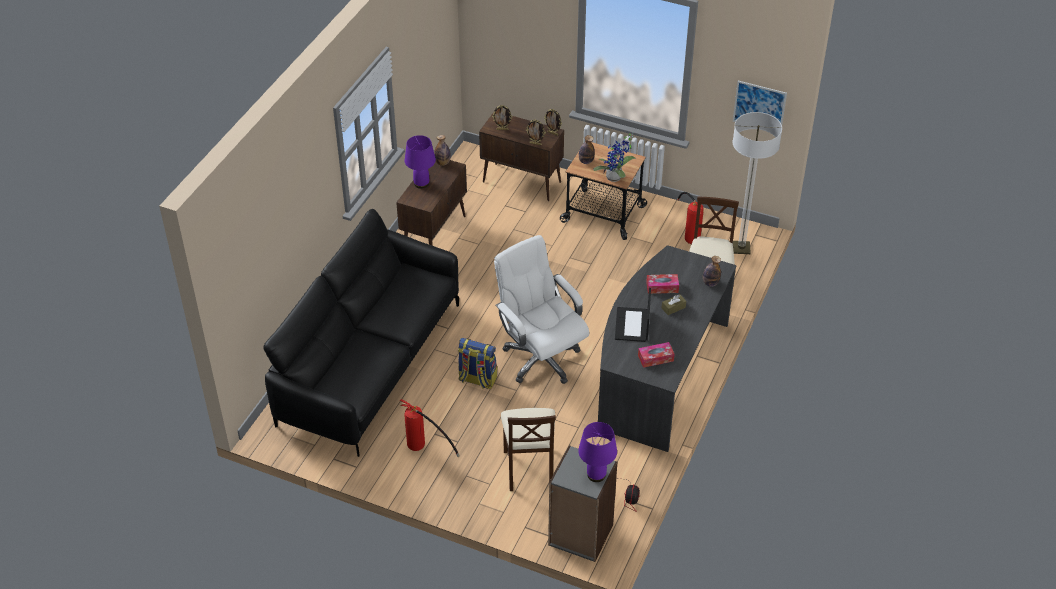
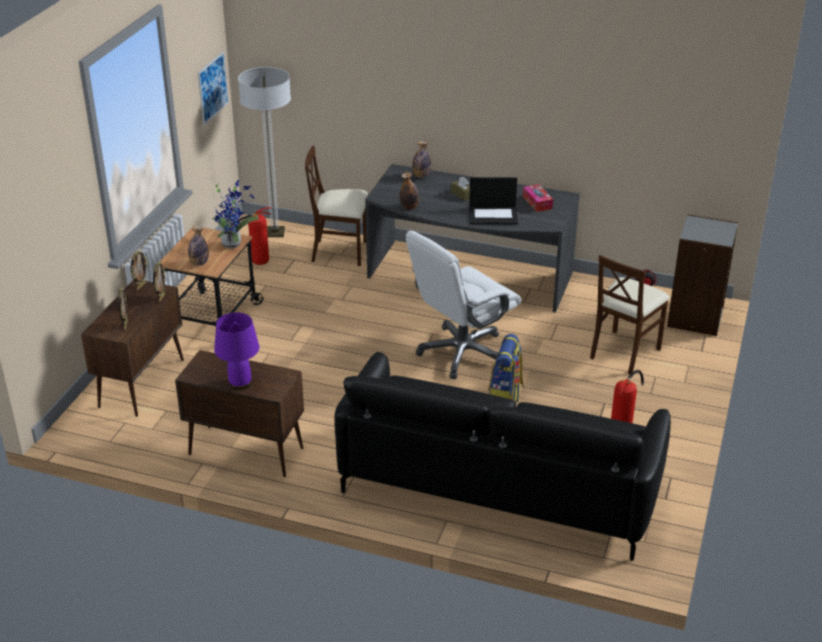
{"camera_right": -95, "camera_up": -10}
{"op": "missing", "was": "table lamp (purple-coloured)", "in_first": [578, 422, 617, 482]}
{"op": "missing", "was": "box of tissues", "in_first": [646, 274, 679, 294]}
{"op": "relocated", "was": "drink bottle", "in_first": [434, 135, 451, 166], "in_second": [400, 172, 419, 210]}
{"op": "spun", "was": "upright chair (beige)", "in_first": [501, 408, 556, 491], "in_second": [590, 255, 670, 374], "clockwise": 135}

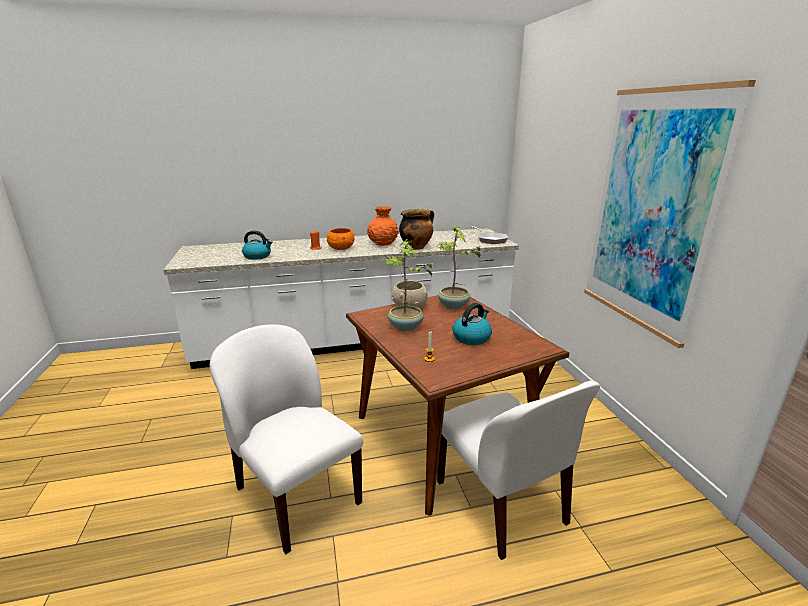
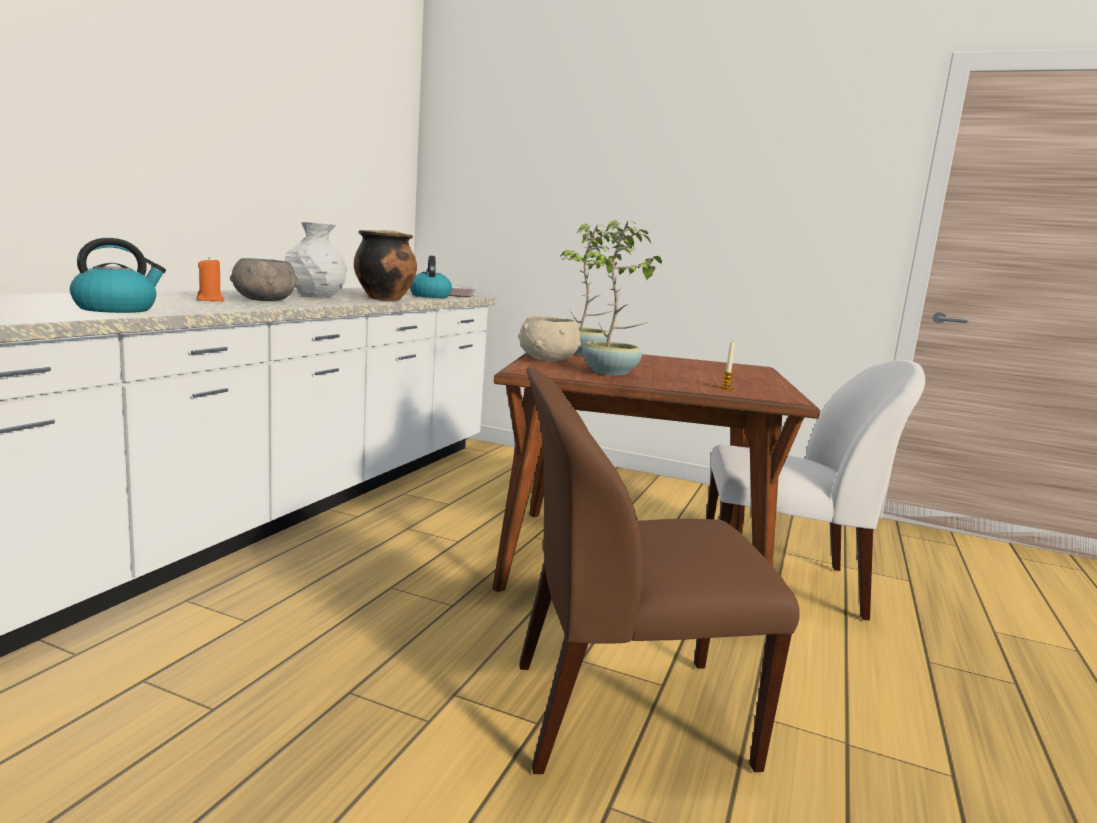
{"camera_right": -55, "camera_up": -10}
{"op": "missing", "was": "wall art", "in_first": [584, 80, 756, 348]}
{"op": "relocated", "was": "kettle", "in_first": [453, 303, 492, 345], "in_second": [410, 256, 452, 298]}
{"op": "colour", "was": "upright chair (whitish)", "now": "upright chair (brown-coloured)", "in_first": [210, 325, 363, 554], "in_second": [519, 368, 800, 774]}
{"op": "colour", "was": "bowl (orange)", "now": "bowl (gray)", "in_first": [327, 228, 354, 250], "in_second": [230, 258, 298, 301]}
{"op": "colour", "was": "flower vase (orange)", "now": "flower vase (whitish)", "in_first": [367, 206, 399, 246], "in_second": [284, 222, 347, 298]}

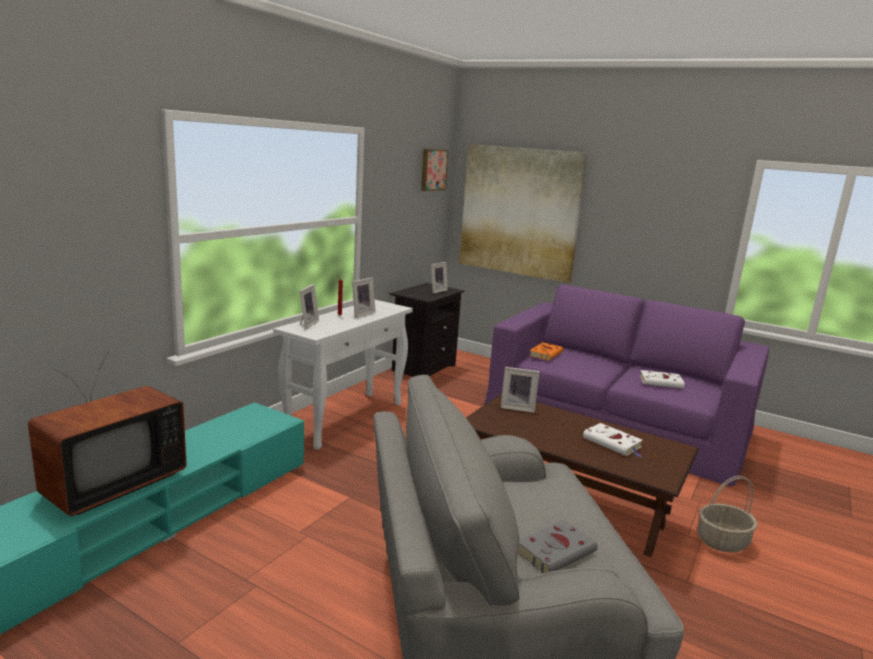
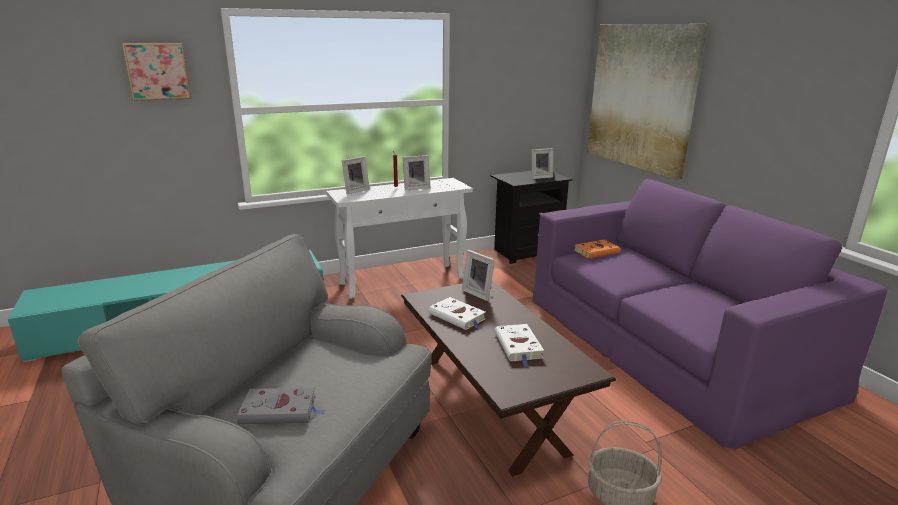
{"camera_right": 35, "camera_up": 5}
{"op": "missing", "was": "TV", "in_first": [28, 351, 187, 516]}
{"op": "relocated", "was": "wall art", "in_first": [421, 149, 449, 191], "in_second": [122, 43, 191, 101]}
{"op": "relocated", "was": "book (whitish)", "in_first": [640, 370, 689, 388], "in_second": [429, 297, 486, 330]}

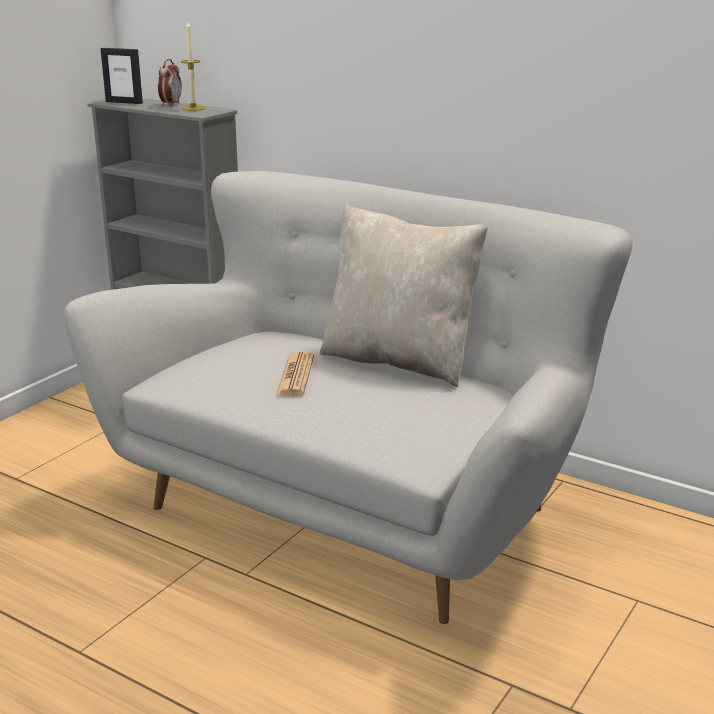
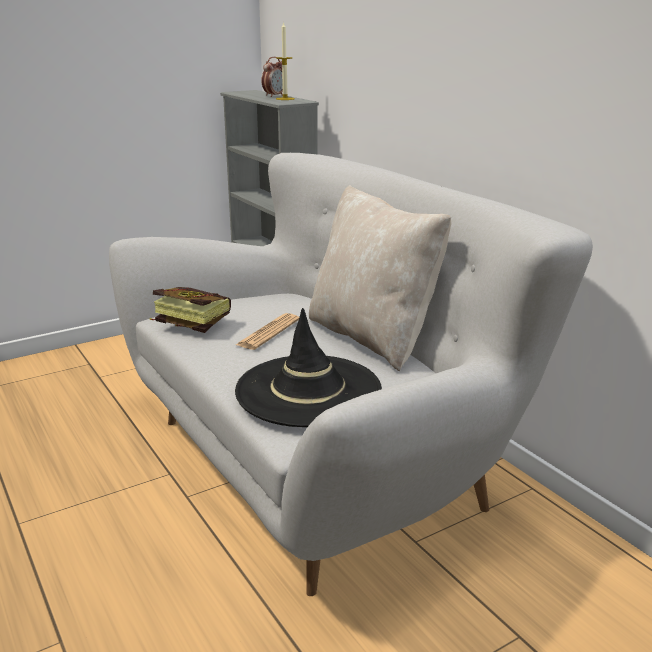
{"camera_right": 25, "camera_up": 0}
{"op": "missing", "was": "picture frame", "in_first": [100, 48, 143, 104]}
{"op": "appeared", "now": "book", "in_second": [150, 287, 231, 333]}
{"op": "appeared", "now": "hat (black-coloured)", "in_second": [235, 308, 382, 427]}

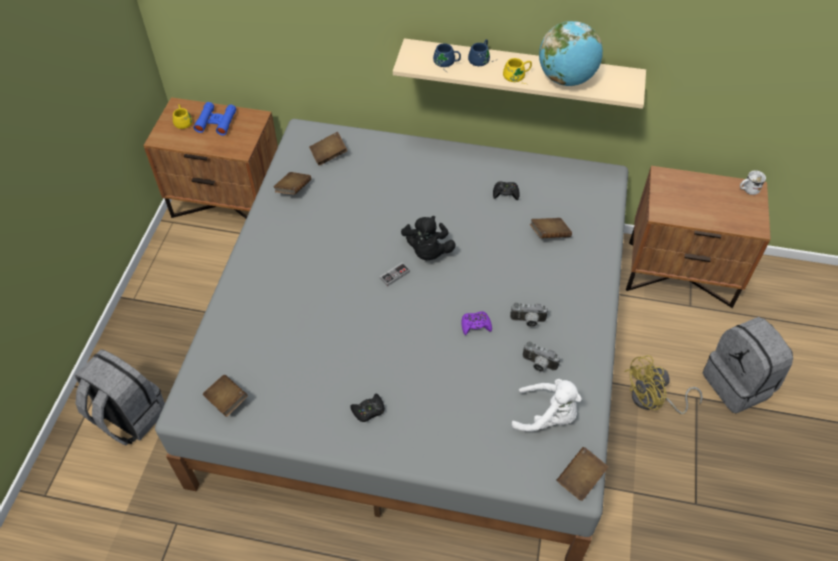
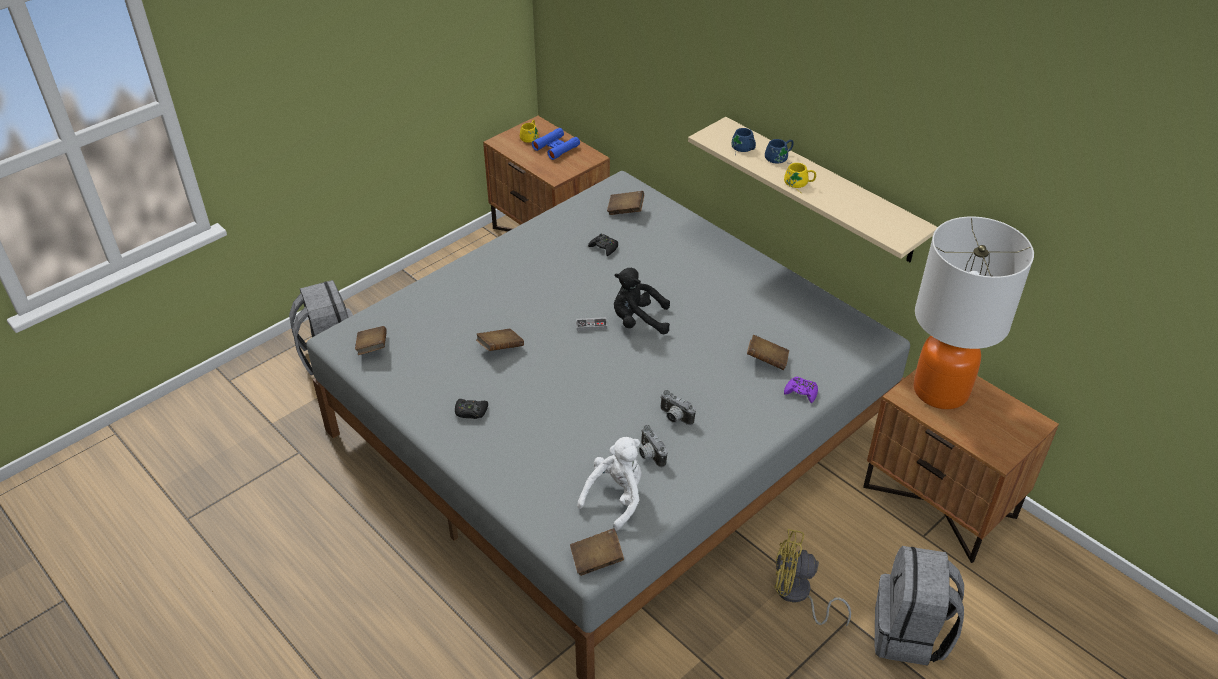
{"camera_right": 35, "camera_up": -10}
{"op": "missing", "was": "desk globe", "in_first": [539, 21, 603, 86]}
{"op": "missing", "was": "mug (whitish)", "in_first": [740, 170, 766, 195]}
{"op": "appeared", "now": "table lamp", "in_second": [914, 217, 1034, 409]}
{"op": "relocated", "was": "book (brown-coloured)", "in_first": [273, 172, 312, 195], "in_second": [476, 329, 524, 351]}
{"op": "relocated", "was": "game controller (purple-coloured)", "in_first": [461, 311, 492, 335], "in_second": [784, 376, 818, 403]}
{"op": "relocated", "was": "game controller (black-coloured)", "in_first": [493, 181, 520, 200], "in_second": [588, 234, 618, 256]}
{"op": "spun", "was": "soft toy (black-coloured)", "in_first": [401, 216, 456, 260], "in_second": [614, 268, 670, 334], "clockwise": 60}
{"op": "spun", "was": "soft toy (whitish)", "in_first": [511, 379, 582, 432], "in_second": [577, 437, 642, 531], "clockwise": -105}

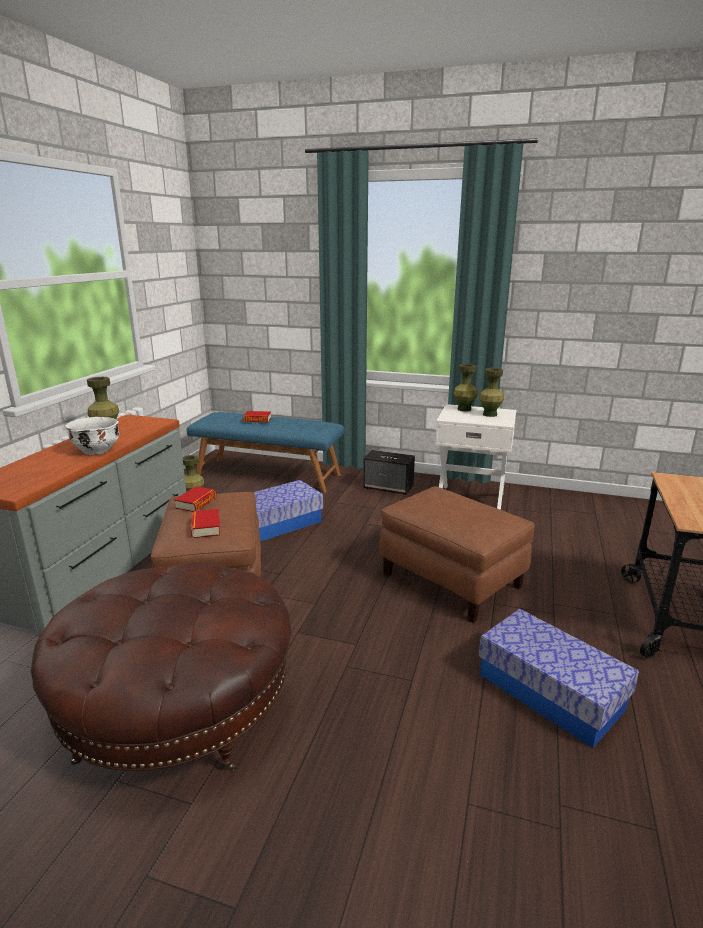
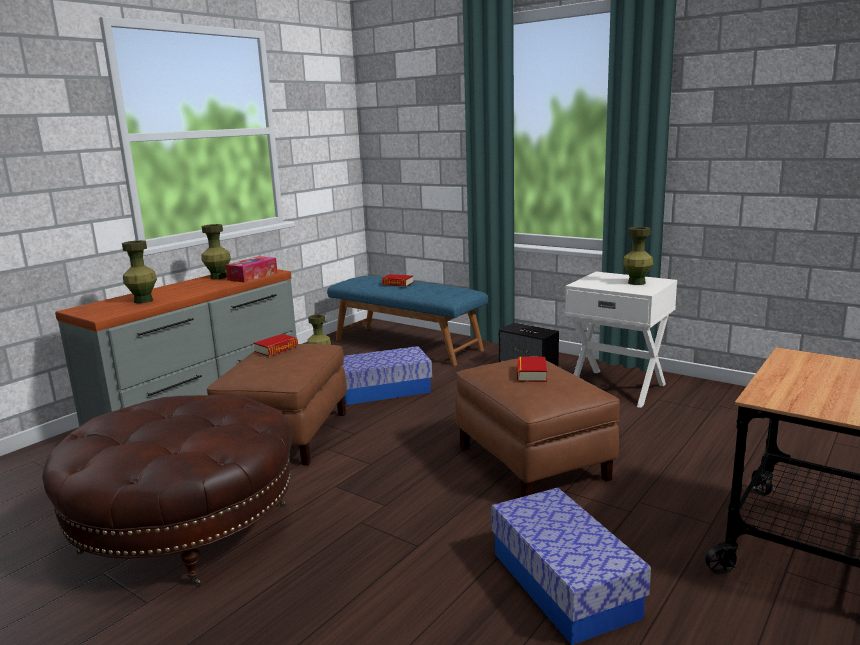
{"camera_right": 20, "camera_up": -5}
{"op": "missing", "was": "bowl (whitish)", "in_first": [66, 417, 119, 455]}
{"op": "appeared", "now": "box of tissues", "in_second": [225, 256, 278, 283]}
{"op": "relocated", "was": "book", "in_first": [191, 509, 220, 538], "in_second": [517, 357, 547, 382]}
{"op": "relocated", "was": "flower vase (green)", "in_first": [453, 364, 478, 411], "in_second": [122, 240, 157, 303]}

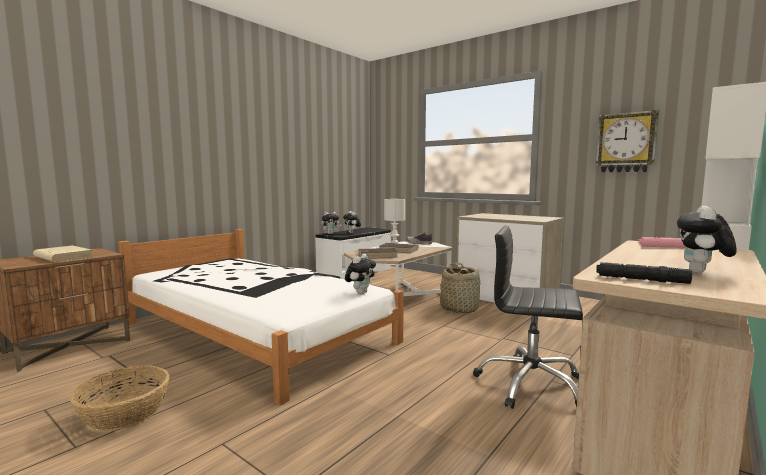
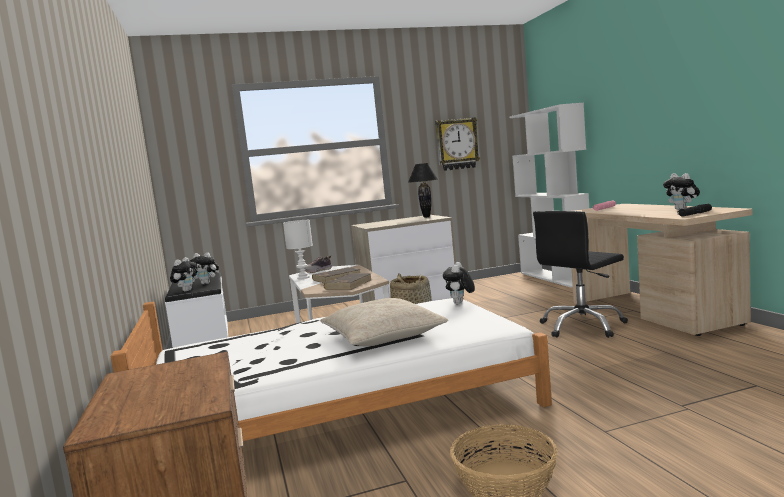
{"camera_right": -55, "camera_up": 0}
{"op": "missing", "was": "book (beige)", "in_first": [33, 245, 92, 262]}
{"op": "appeared", "now": "throw pillow (beige)", "in_second": [320, 298, 448, 346]}
{"op": "appeared", "now": "table lamp (black-coloured)", "in_second": [408, 163, 438, 218]}
{"op": "spun", "was": "soft toy", "in_first": [345, 254, 376, 294], "in_second": [443, 262, 475, 304], "clockwise": -135}

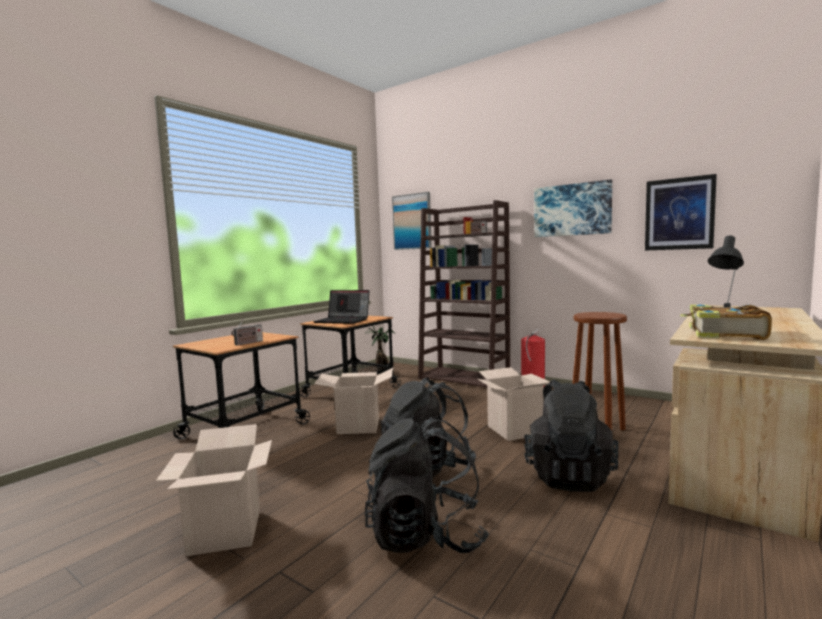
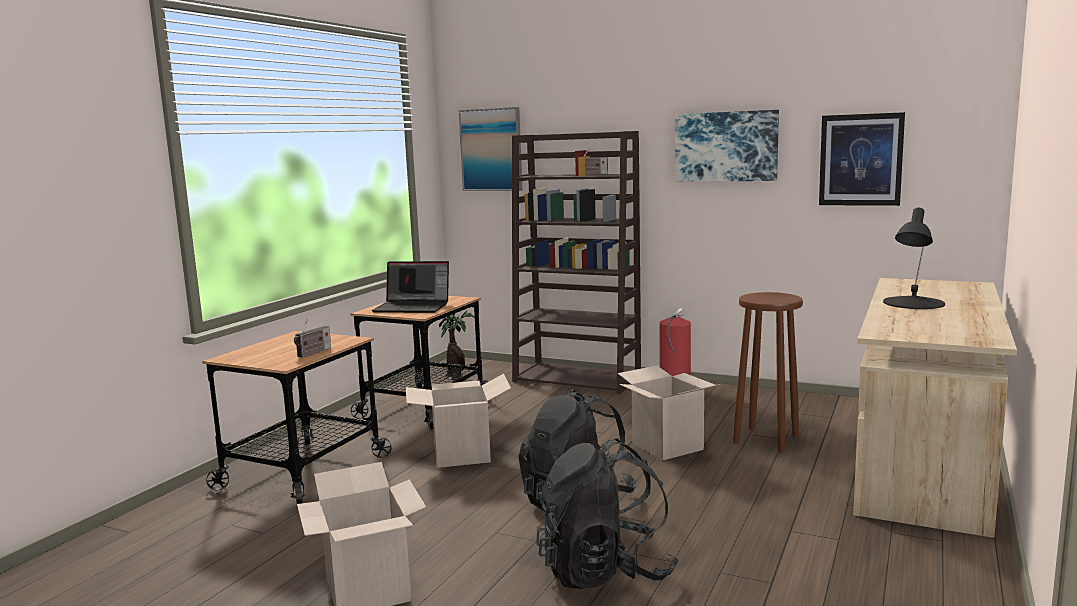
{"camera_right": -10, "camera_up": 5}
{"op": "missing", "was": "rucksack (black-coloured)", "in_first": [524, 380, 619, 492]}
{"op": "missing", "was": "book", "in_first": [680, 305, 772, 340]}

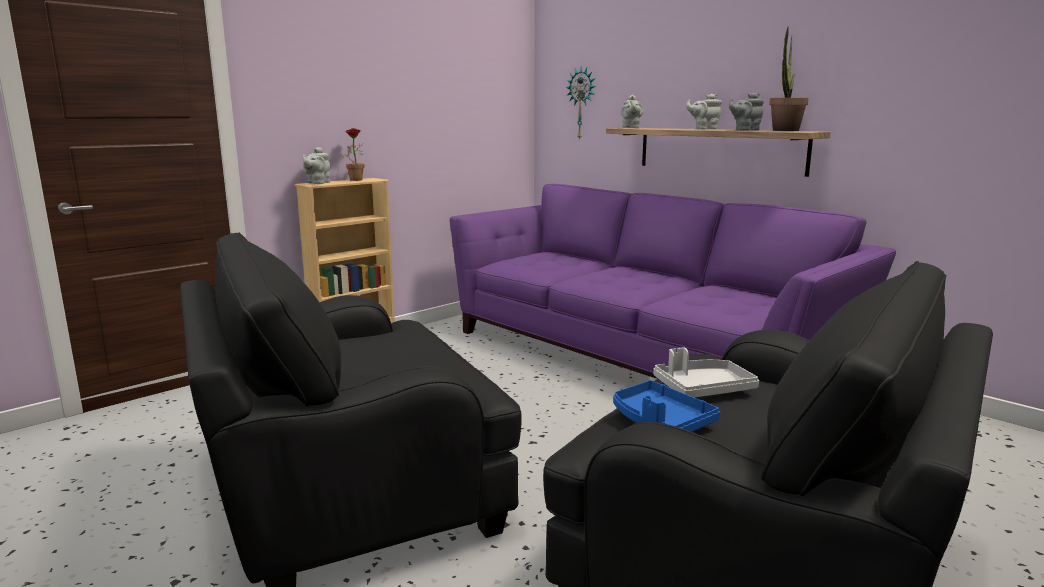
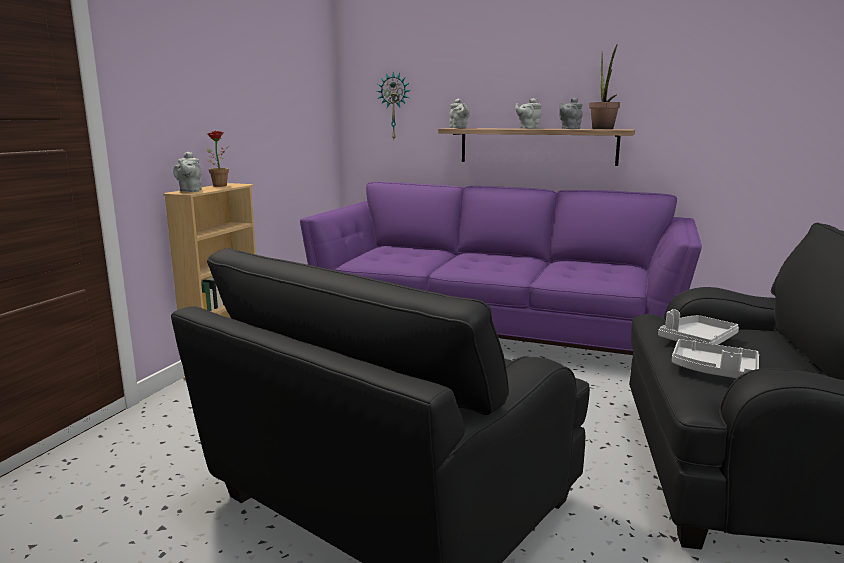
{"camera_right": -25, "camera_up": 0}
{"op": "colour", "was": "serving tray (bluish)", "now": "serving tray (gray)", "in_first": [613, 380, 720, 432], "in_second": [672, 339, 759, 378]}

